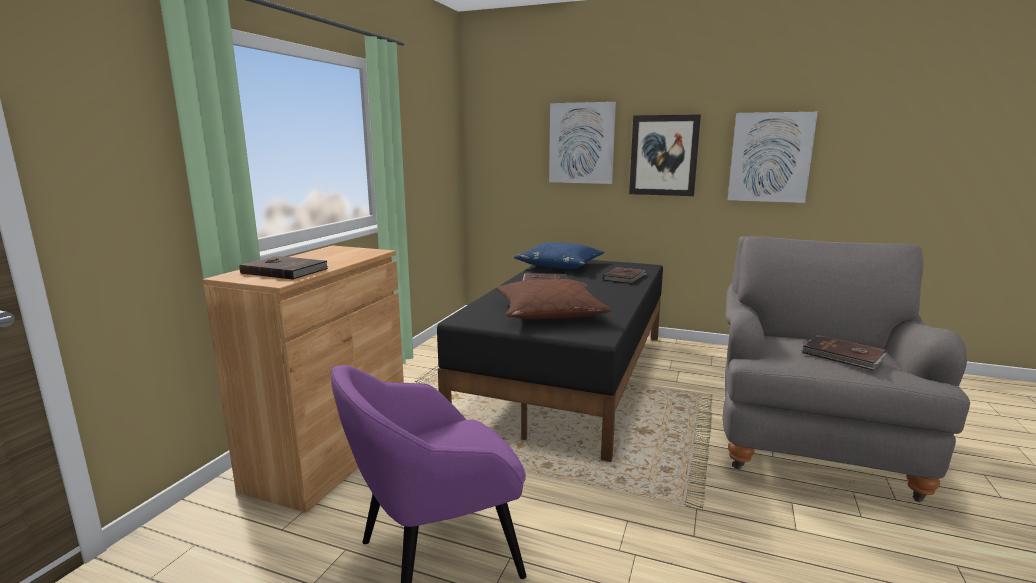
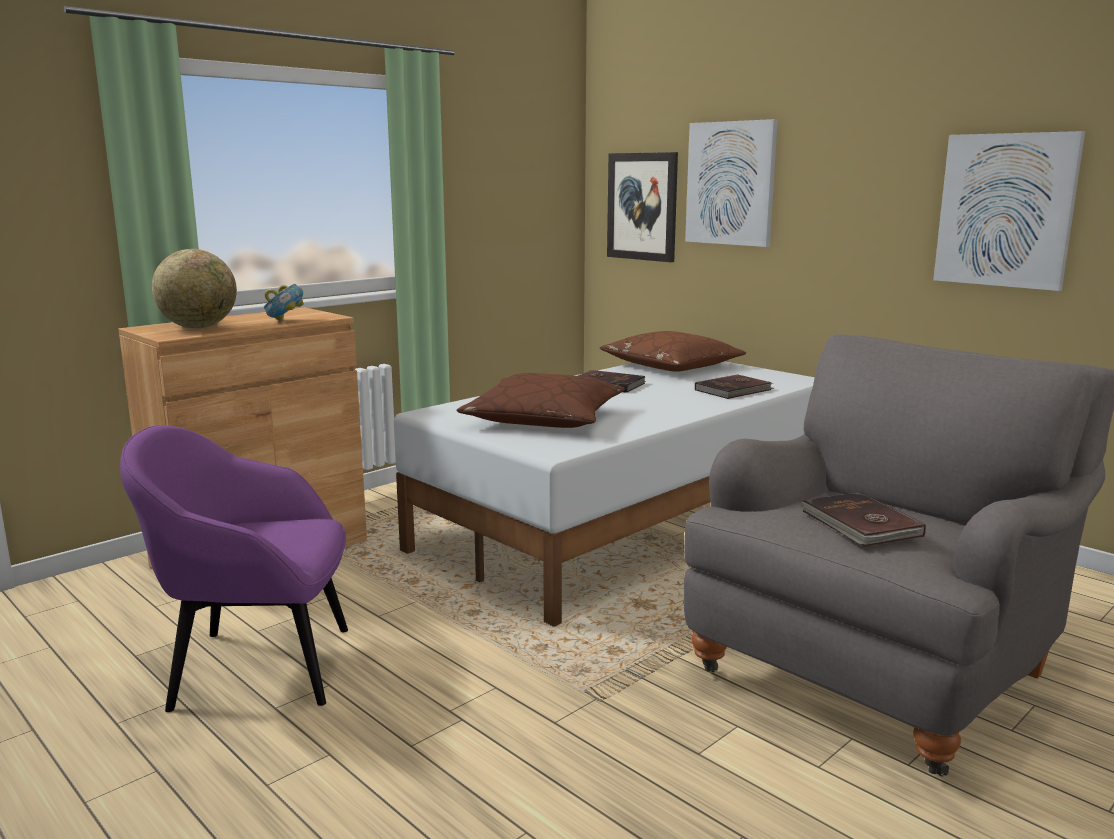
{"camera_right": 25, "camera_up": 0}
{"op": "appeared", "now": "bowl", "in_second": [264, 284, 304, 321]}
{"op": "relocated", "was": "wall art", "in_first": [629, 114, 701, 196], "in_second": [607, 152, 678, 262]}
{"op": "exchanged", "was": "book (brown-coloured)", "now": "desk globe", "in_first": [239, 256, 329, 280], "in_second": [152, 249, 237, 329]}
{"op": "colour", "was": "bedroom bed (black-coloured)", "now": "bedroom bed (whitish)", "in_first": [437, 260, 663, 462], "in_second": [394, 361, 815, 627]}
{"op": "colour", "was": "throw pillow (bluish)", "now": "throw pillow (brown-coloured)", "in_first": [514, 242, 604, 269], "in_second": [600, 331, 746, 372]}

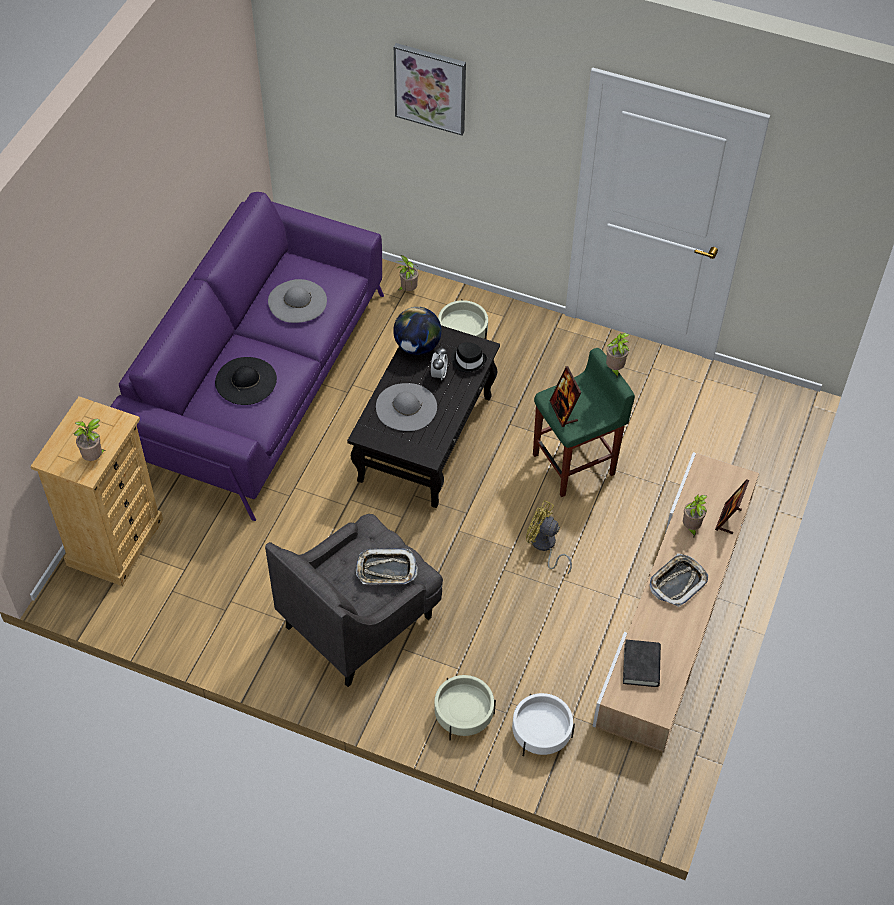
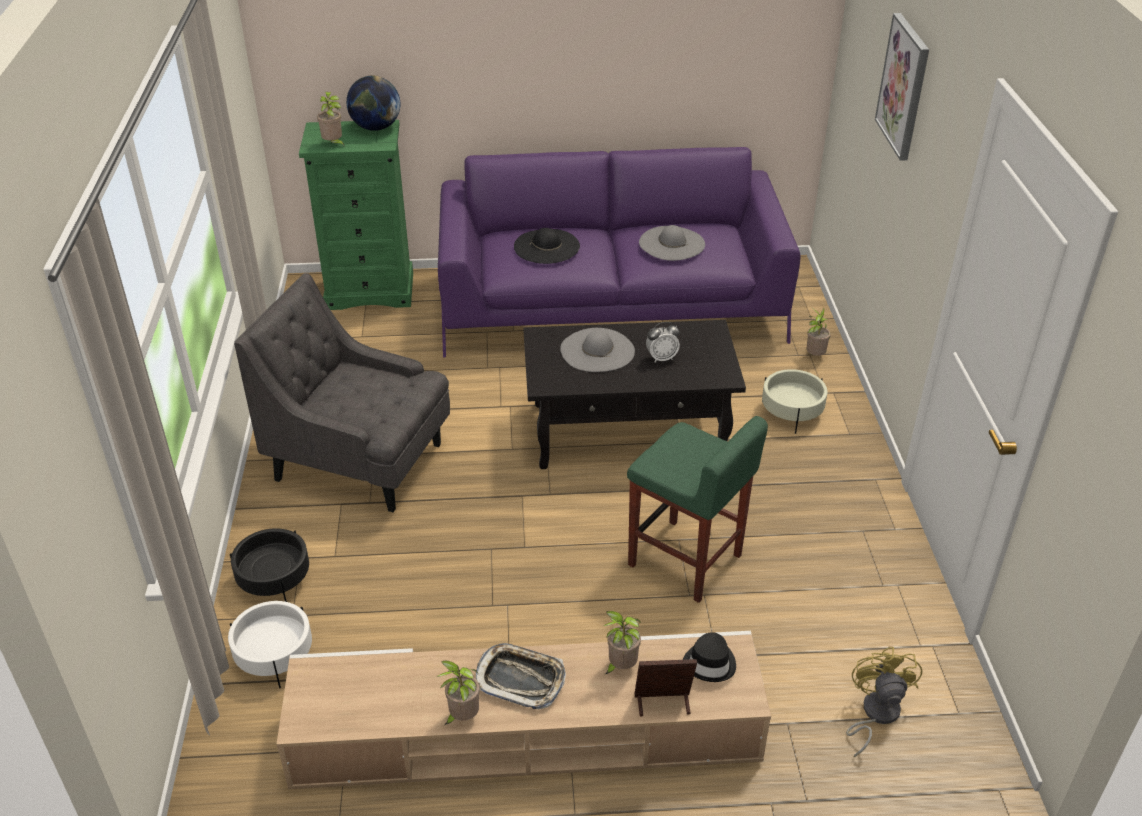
{"camera_right": 65, "camera_up": -15}
{"op": "missing", "was": "serving tray", "in_first": [355, 548, 418, 584]}
{"op": "missing", "was": "picture frame", "in_first": [550, 366, 581, 427]}
{"op": "missing", "was": "book (black-coloured)", "in_first": [623, 640, 661, 687]}
{"op": "relocated", "was": "desk globe", "in_first": [393, 307, 442, 355], "in_second": [346, 76, 400, 131]}
{"op": "relocated", "was": "hat (black-coloured)", "in_first": [451, 342, 487, 372], "in_second": [683, 632, 736, 682]}
{"op": "relocated", "was": "electric fan (yellow)", "in_first": [526, 500, 572, 575], "in_second": [846, 647, 922, 757]}
{"op": "relocated", "was": "houseplant", "in_first": [606, 333, 629, 379], "in_second": [435, 661, 480, 725]}
{"op": "colour", "was": "dresser (beige)", "now": "dresser (green)", "in_first": [30, 396, 163, 586], "in_second": [299, 120, 413, 310]}
{"op": "colour", "was": "plant pot (beige)", "now": "plant pot (black-coloured)", "in_first": [434, 675, 496, 741], "in_second": [230, 528, 309, 602]}

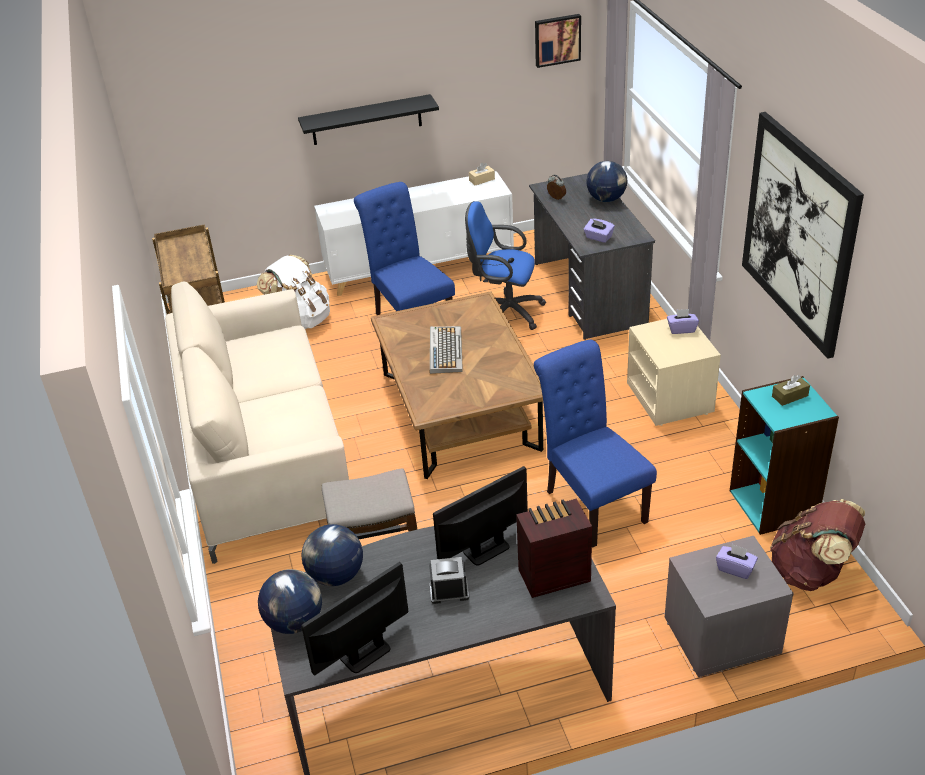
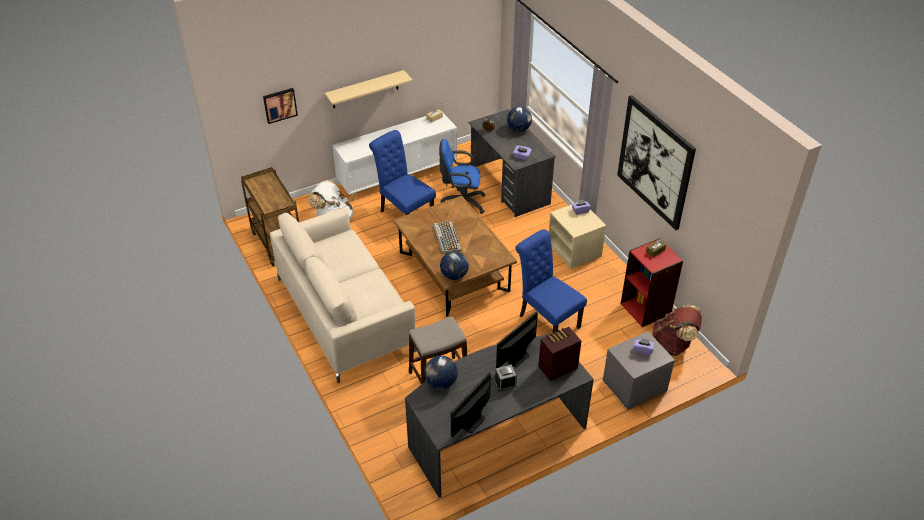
{"camera_right": -15, "camera_up": 5}
{"op": "relocated", "was": "desk globe", "in_first": [258, 569, 322, 634], "in_second": [440, 251, 469, 280]}
{"op": "relocated", "was": "wall art", "in_first": [535, 14, 581, 68], "in_second": [263, 88, 298, 124]}
{"op": "colour", "was": "wall shelf (black-coloured)", "now": "wall shelf (beige)", "in_first": [298, 94, 439, 145], "in_second": [324, 70, 413, 108]}
{"op": "colour", "was": "shelving unit (blue-green)", "now": "shelving unit (red-coloured)", "in_first": [730, 376, 839, 535], "in_second": [621, 238, 683, 327]}

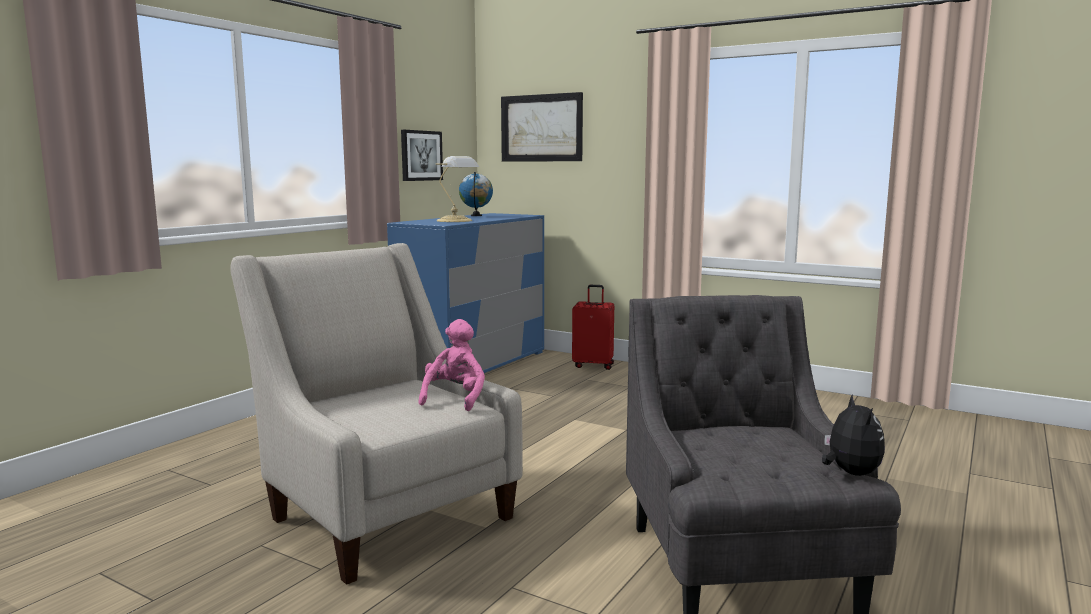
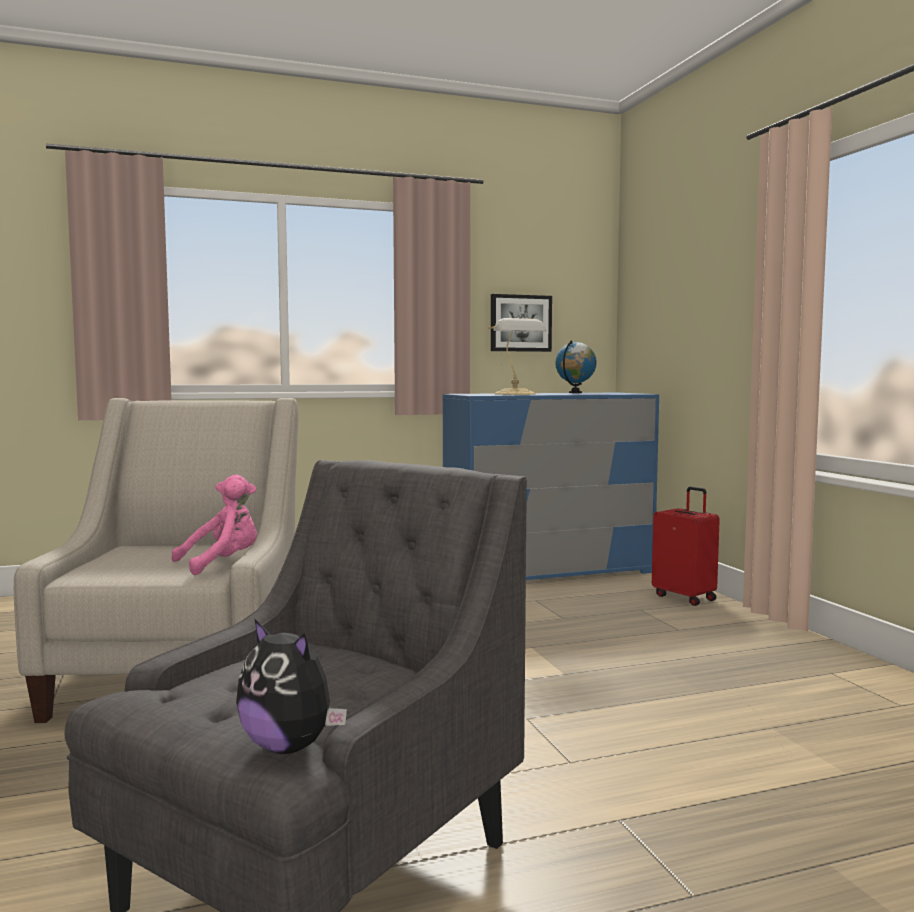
{"camera_right": 40, "camera_up": -5}
{"op": "missing", "was": "wall art", "in_first": [501, 92, 583, 162]}
{"op": "spun", "was": "soft toy", "in_first": [822, 395, 885, 476], "in_second": [236, 619, 347, 754], "clockwise": 90}

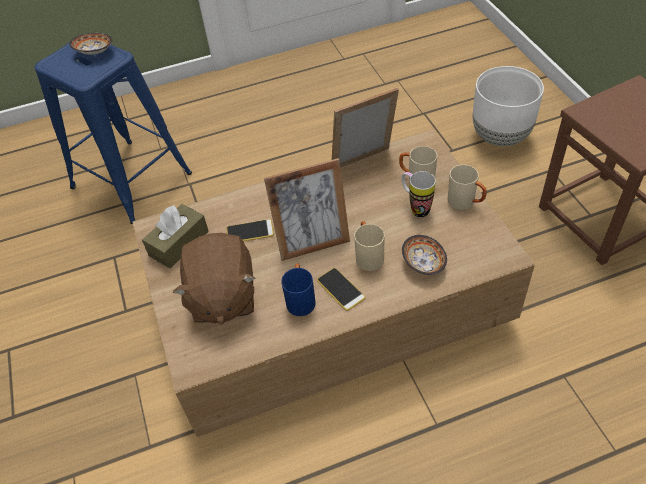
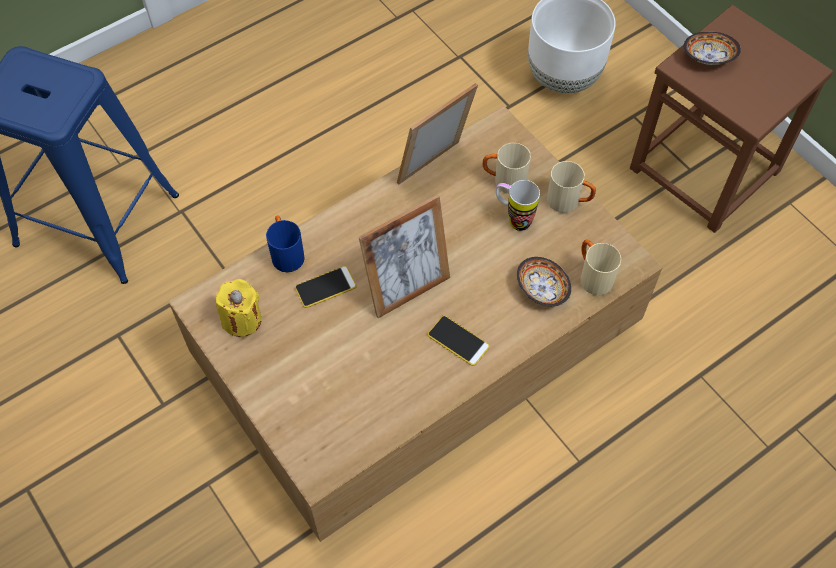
{"camera_right": -20, "camera_up": 10}
{"op": "missing", "was": "soft toy (brown-coloured)", "in_first": [173, 233, 255, 325]}
{"op": "relocated", "was": "bowl", "in_first": [69, 33, 112, 55], "in_second": [684, 31, 741, 65]}
{"op": "relocated", "was": "mug (bluish)", "in_first": [281, 264, 316, 316], "in_second": [266, 215, 305, 272]}
{"op": "relocated", "was": "mug (beige)", "in_first": [354, 221, 384, 271], "in_second": [581, 240, 621, 295]}
{"op": "exchanged", "was": "box of tissues (brown-coloured)", "now": "wax light (yellow)", "in_first": [142, 204, 209, 268], "in_second": [216, 279, 262, 337]}

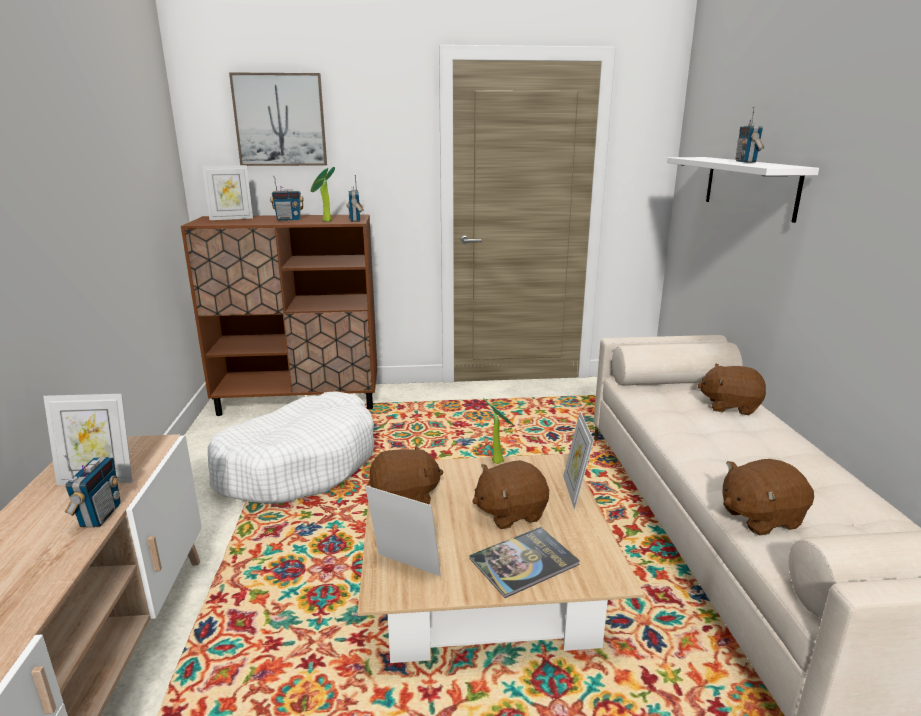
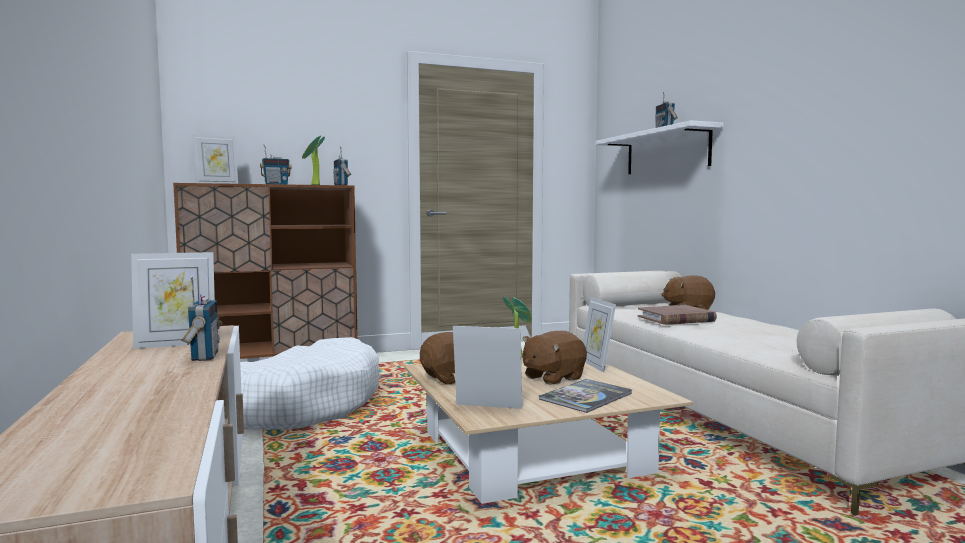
{"camera_right": -15, "camera_up": -15}
{"op": "missing", "was": "wall art", "in_first": [229, 72, 327, 166]}
{"op": "missing", "was": "soft toy (brown-coloured)", "in_first": [722, 459, 814, 536]}
{"op": "appeared", "now": "book (brown-coloured)", "in_second": [638, 305, 717, 325]}

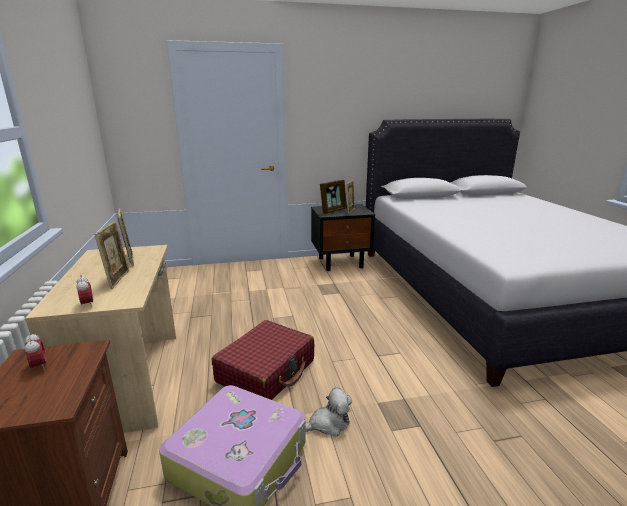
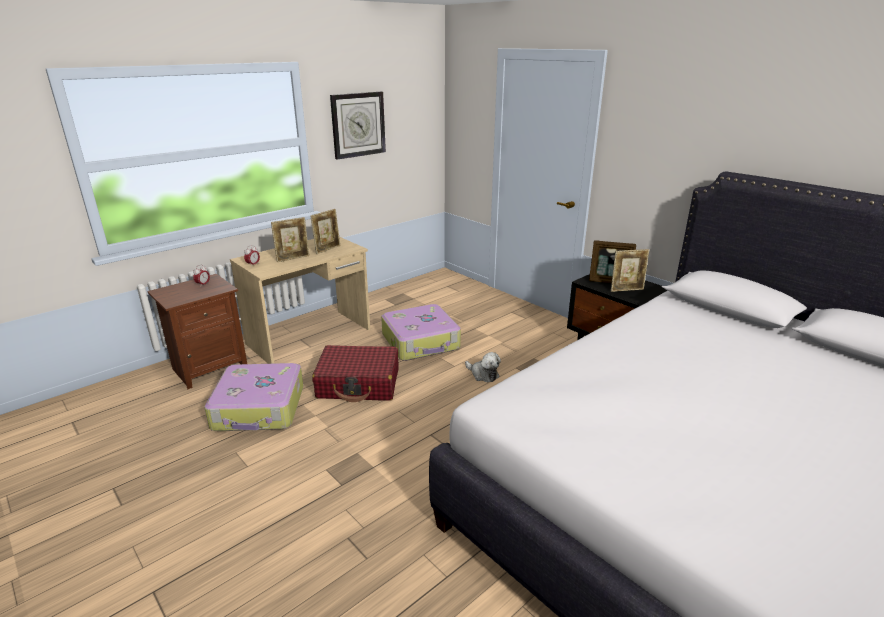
{"camera_right": 60, "camera_up": 5}
{"op": "appeared", "now": "hanging clock", "in_second": [330, 92, 386, 160]}
{"op": "appeared", "now": "travel case", "in_second": [381, 304, 461, 361]}
{"op": "relocated", "was": "soft toy", "in_first": [305, 387, 352, 437], "in_second": [465, 352, 501, 382]}

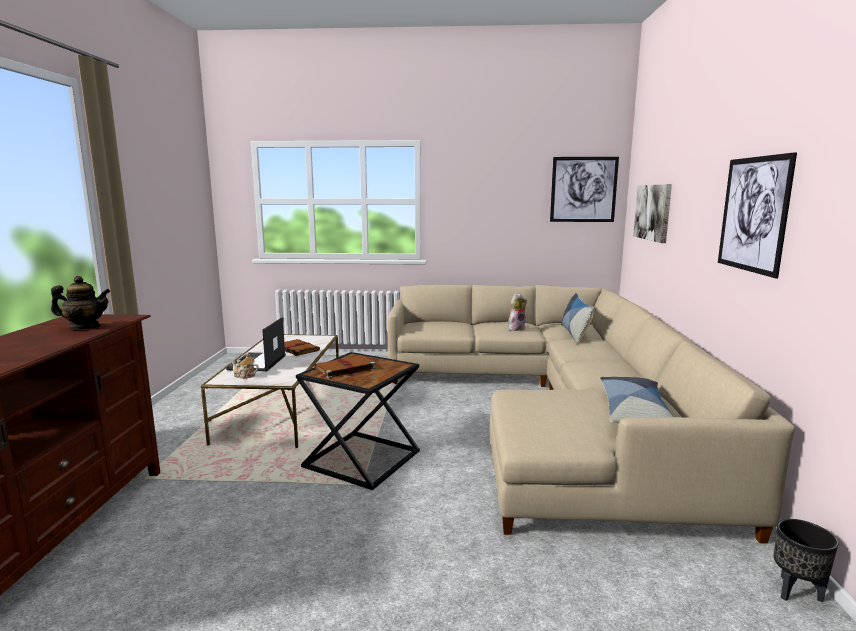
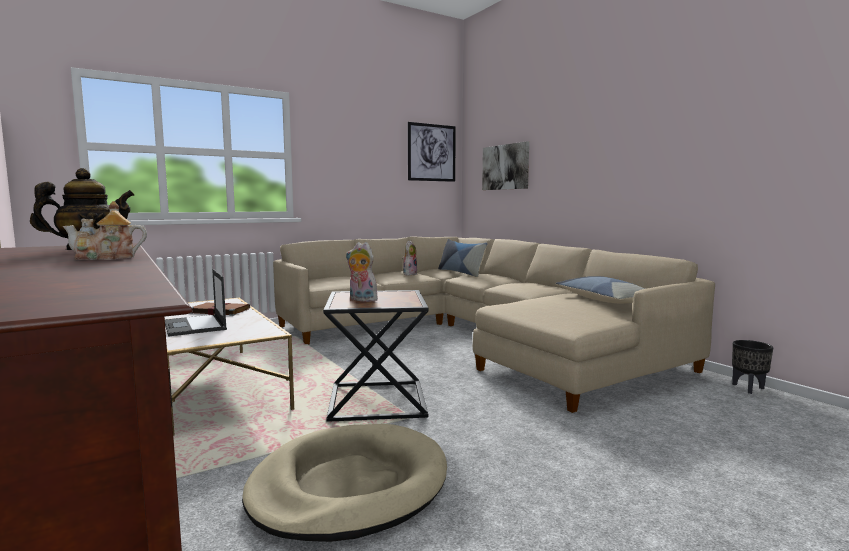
{"camera_right": -35, "camera_up": -5}
{"op": "missing", "was": "wall art", "in_first": [718, 152, 797, 278]}
{"op": "appeared", "now": "dog cushion (beige)", "in_second": [242, 424, 447, 542]}
{"op": "relocated", "was": "teapot", "in_first": [231, 353, 259, 379], "in_second": [63, 201, 147, 260]}
{"op": "exchanged", "was": "book (brown-coloured)", "now": "soft toy", "in_first": [314, 355, 376, 378], "in_second": [346, 242, 378, 302]}

